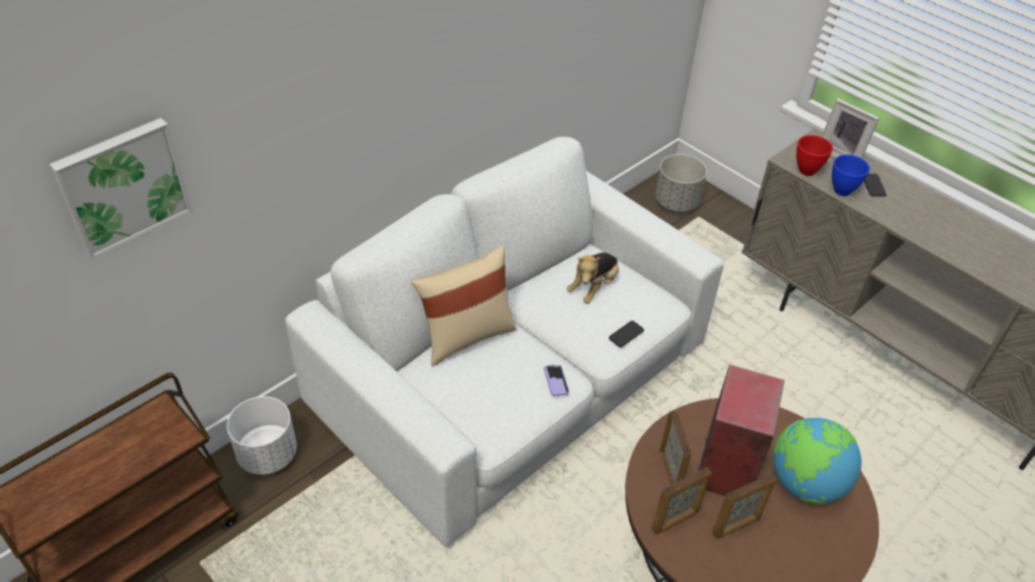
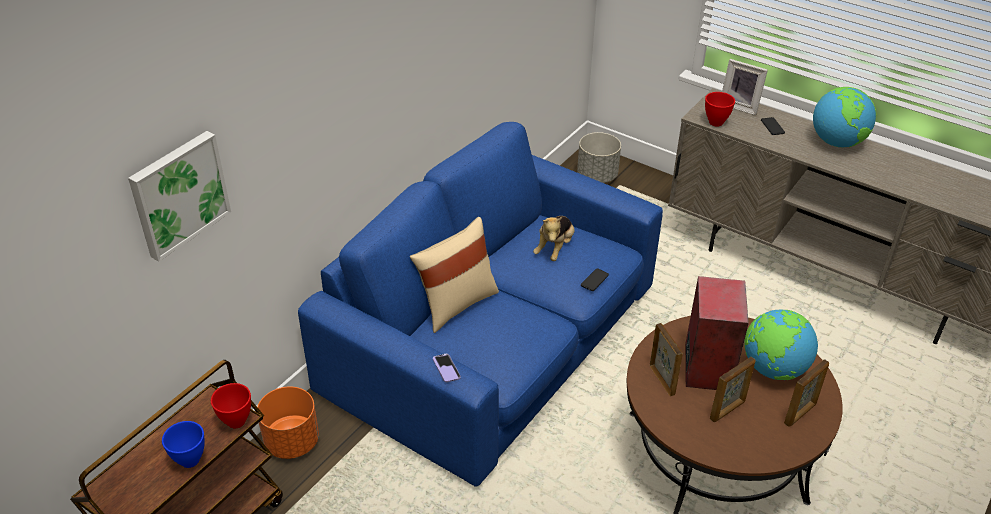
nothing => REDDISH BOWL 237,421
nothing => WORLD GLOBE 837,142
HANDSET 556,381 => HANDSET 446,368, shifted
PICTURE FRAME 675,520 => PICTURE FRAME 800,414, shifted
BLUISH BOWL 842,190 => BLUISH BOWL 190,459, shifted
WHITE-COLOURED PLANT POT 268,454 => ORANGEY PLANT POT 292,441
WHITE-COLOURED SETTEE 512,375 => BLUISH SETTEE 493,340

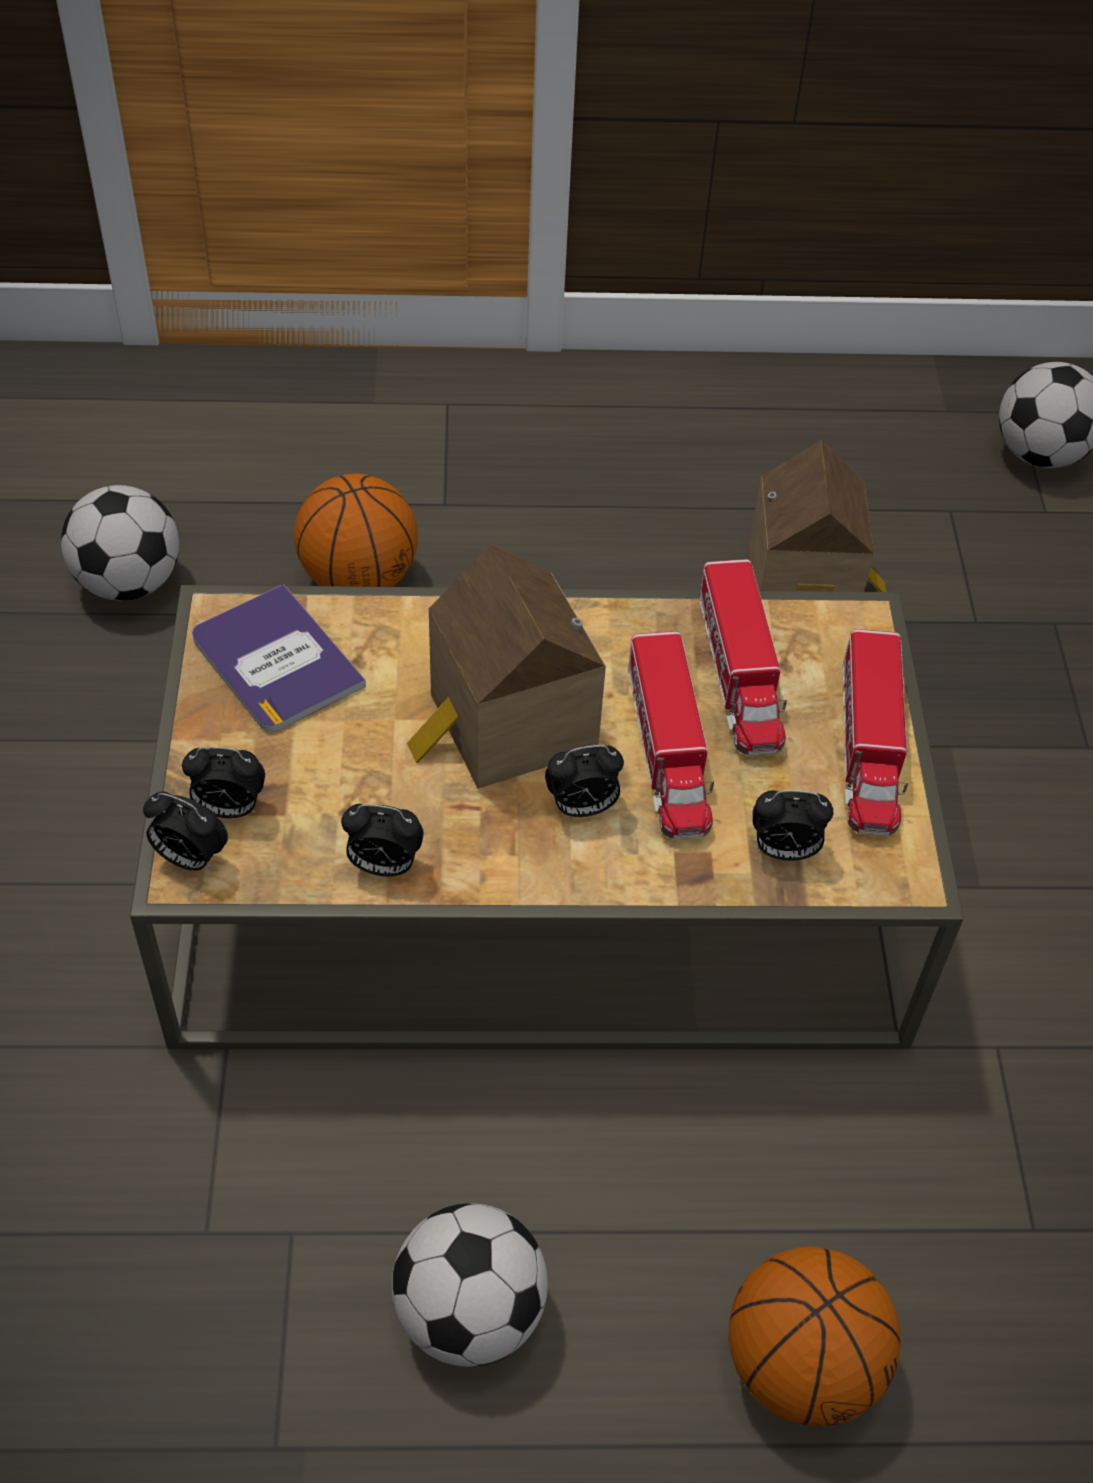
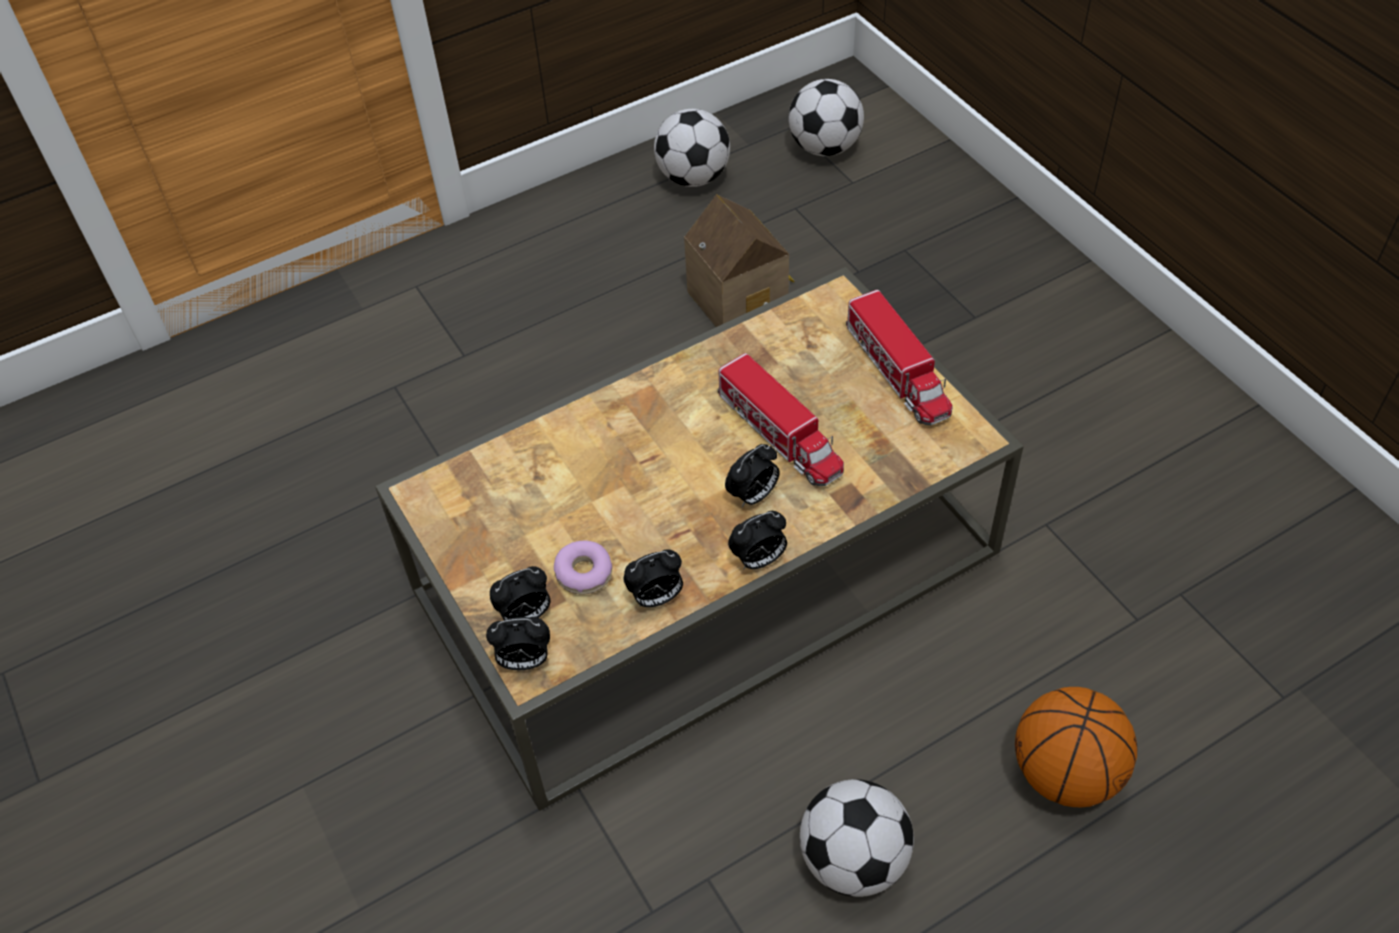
BOUND BOOK 276,661 => nothing
BASKETBALL BALL 359,579 => nothing
TOY HOUSE 505,726 => nothing
TOY LORRY 739,674 => nothing
nothing => DOUGHNUT 584,573
FOOTBALL BALL 129,583 => FOOTBALL BALL 693,177, shifted
BEDSIDE CLOCK 783,850 => BEDSIDE CLOCK 758,560, shifted

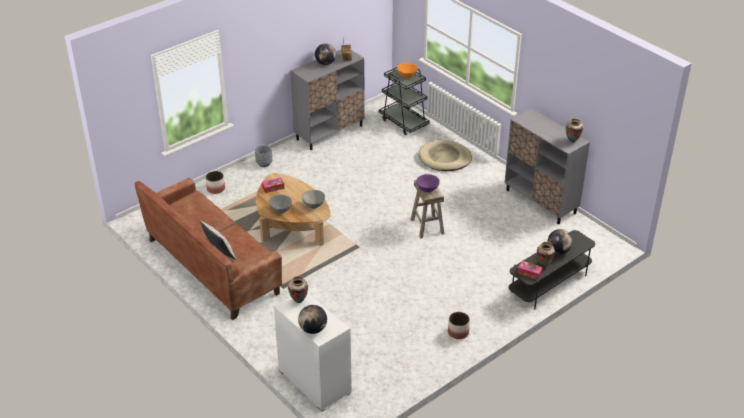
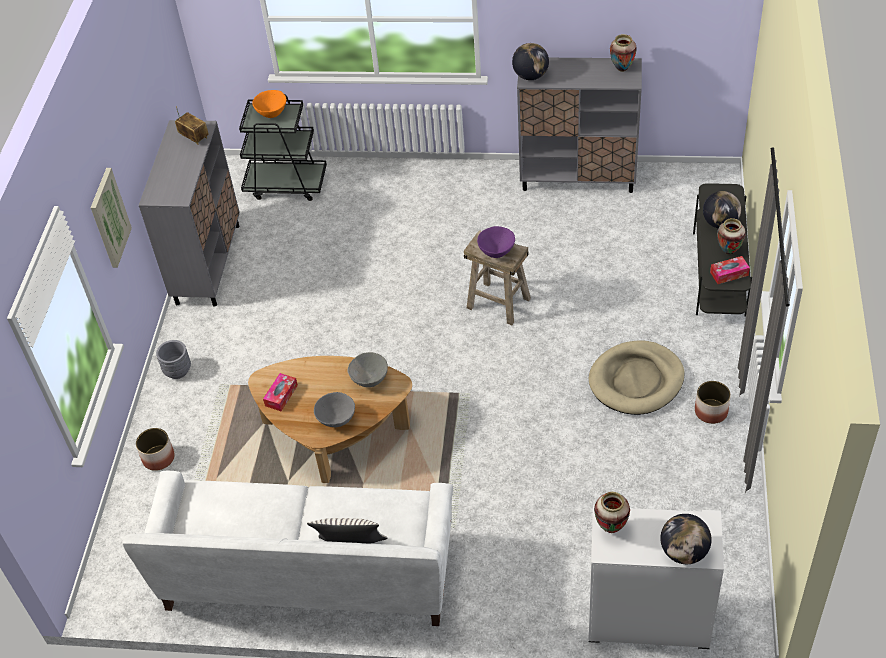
nothing => WALL ART 109,218
WORLD GLOBE 325,63 => WORLD GLOBE 530,76, shifted
SAND-COLOURED PET BED 444,158 => SAND-COLOURED PET BED 636,380, shifted
BROWN-COLOURED SETTEE 212,266 => WHITE-COLOURED SETTEE 309,574

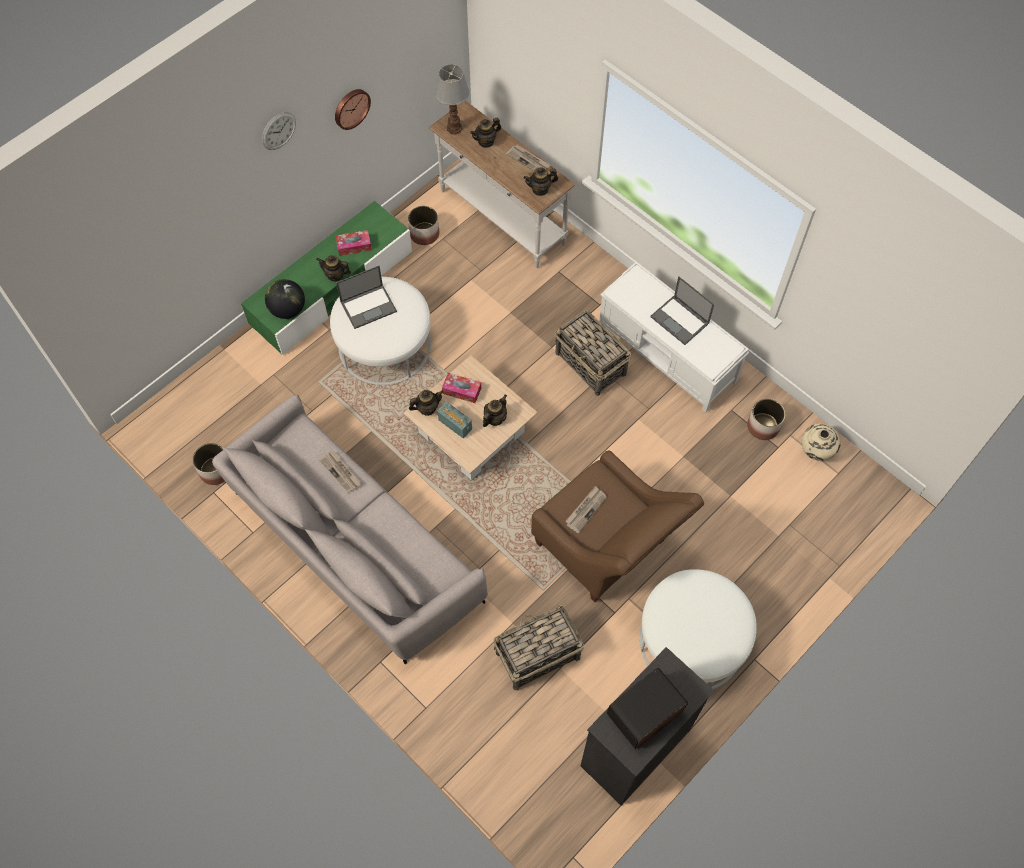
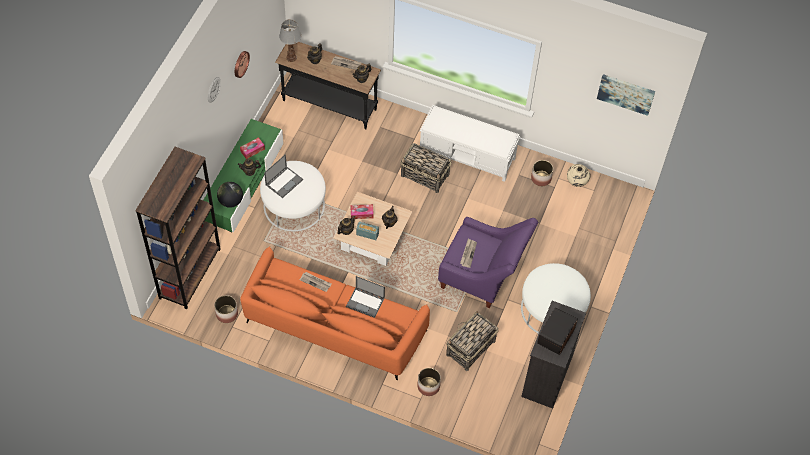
nothing => BROWN-COLOURED SHELVING UNIT 190,273
nothing => WALL ART 626,94
PLANT POT 424,234 => PLANT POT 428,386, shifted
PORTABLE COMPUTER 680,320 => PORTABLE COMPUTER 365,302, shifted
GREYISH SETTEE 352,545 => ORANGEY SETTEE 333,327
WHITE-COLOURED HALL TABLE 501,218 => BLACK-COLOURED HALL TABLE 329,106
BROWN-COLOURED EASY CHAIR 607,549 => PURPLISH EASY CHAIR 483,277

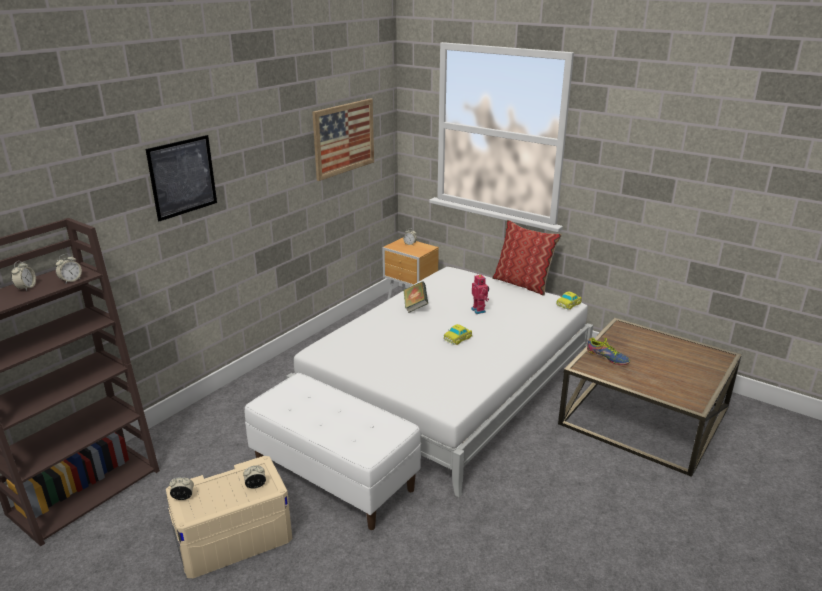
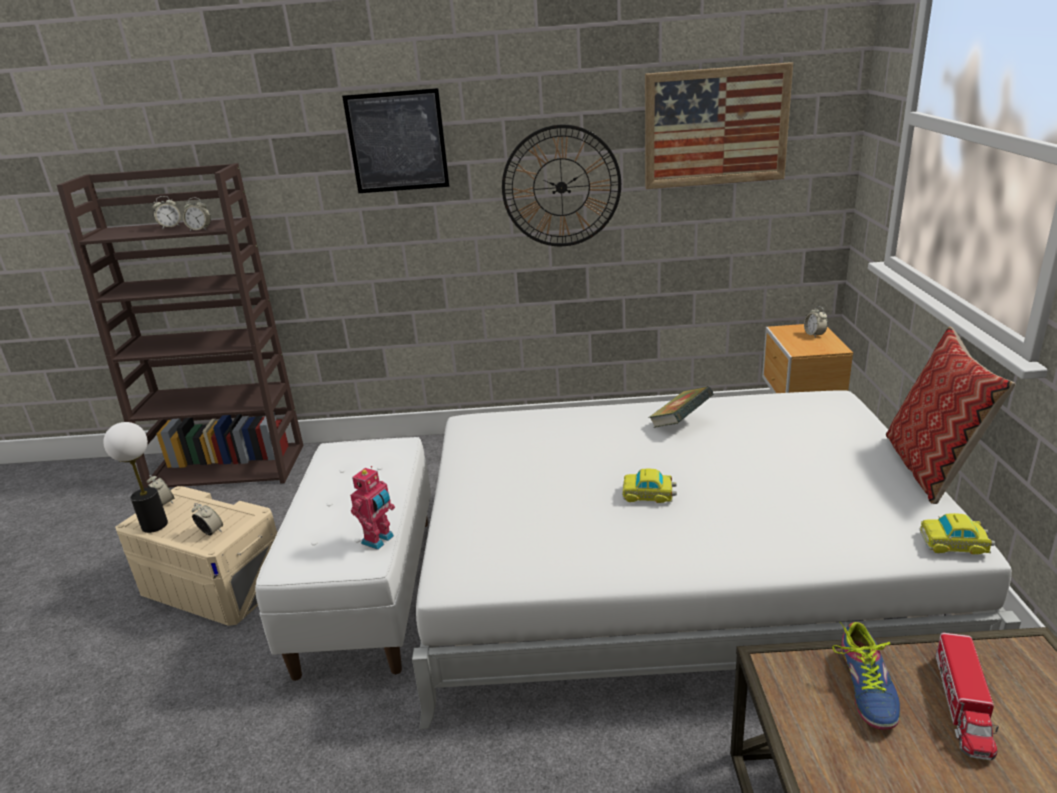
nothing => LAMP FOR A TABLE 154,525
nothing => WALL CLOCK 561,187
nothing => TOY LORRY 962,706
TOY ROBOT 479,310 => TOY ROBOT 379,540, shifted

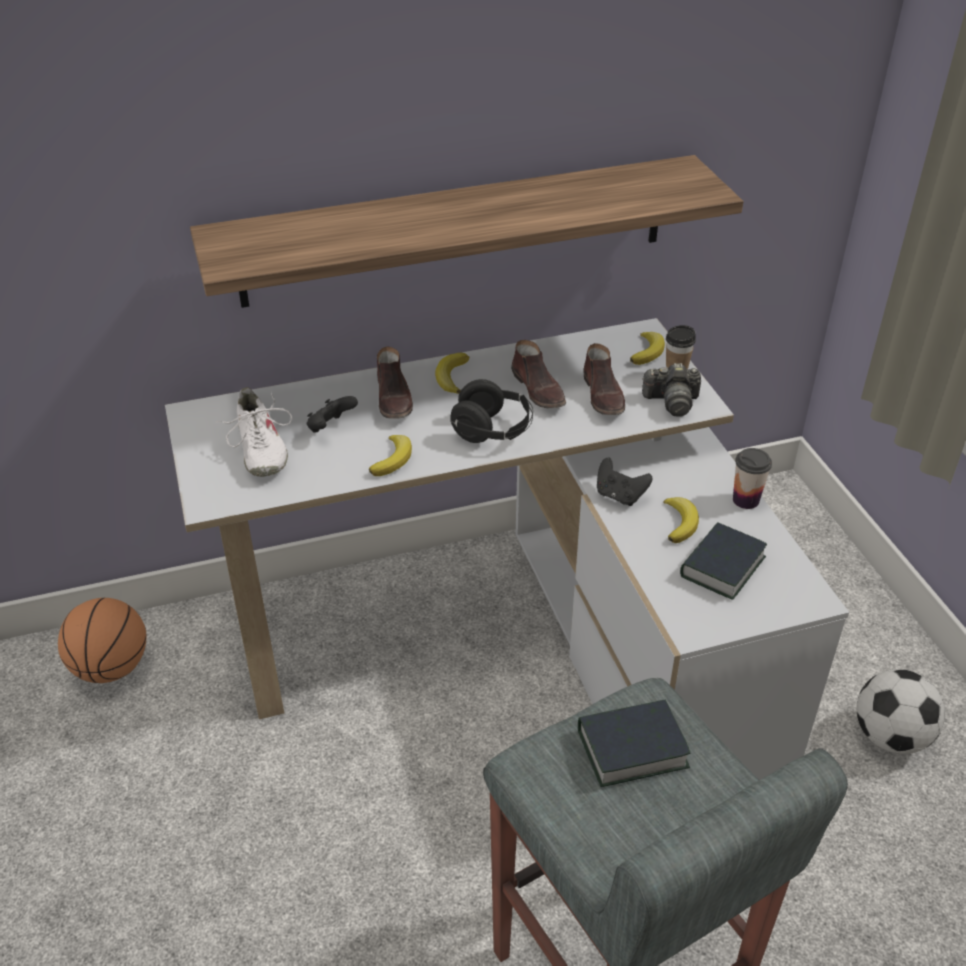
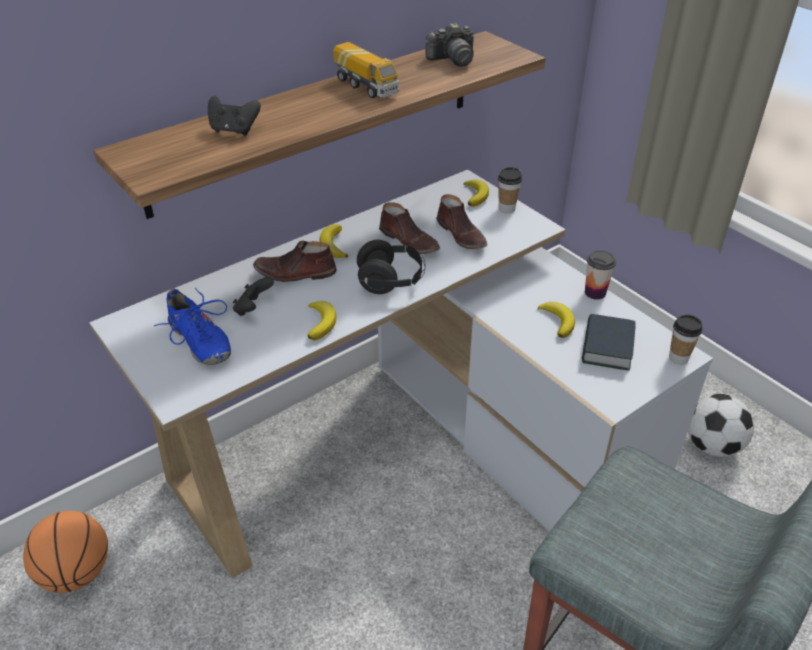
BOUND BOOK 631,748 => nothing
nothing => TOY LORRY 366,87
nothing => DRINKING CUP 678,358
BLACK-COLOURED GAMEPAD 619,496 => BLACK-COLOURED GAMEPAD 234,130, shifted
PHOTO CAMERA 671,402 => PHOTO CAMERA 452,60, shifted
WHITE-COLOURED ITEM OF FOOTWEAR 259,450 => BLUISH ITEM OF FOOTWEAR 199,342
BROWN-COLOURED ITEM OF FOOTWEAR 394,399 => BROWN-COLOURED ITEM OF FOOTWEAR 295,273, 120 degrees clockwise

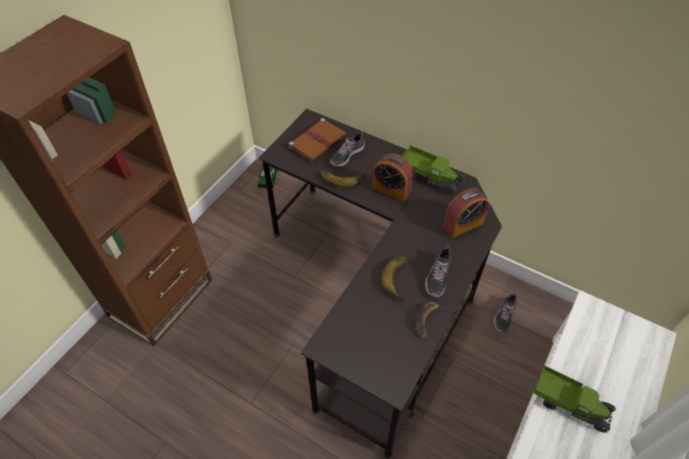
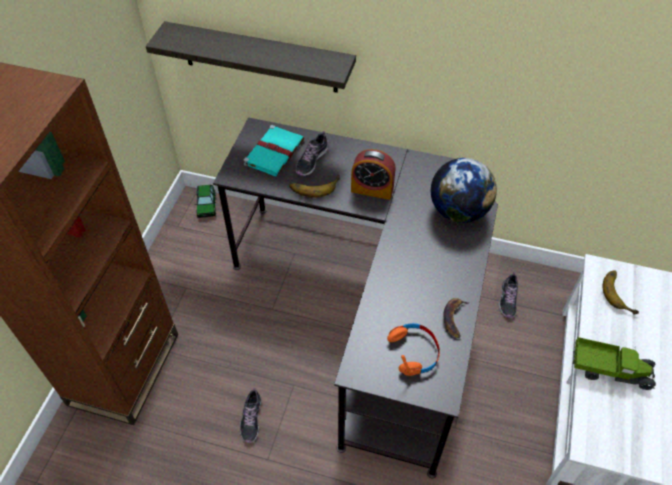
TOY LORRY 430,177 => nothing
nothing => WALL SHELF 259,58
nothing => ORANGEY HEADSET 414,352
WHOLE BANANA 401,279 => WHOLE BANANA 620,293, shifted
ITEM OF FOOTWEAR 438,276 => ITEM OF FOOTWEAR 251,419, shifted
BEDSIDE CLOCK 463,225 => WORLD GLOBE 458,211
BROWN-COLOURED BOUND BOOK 318,141 => TURQUOISE BOUND BOOK 274,152

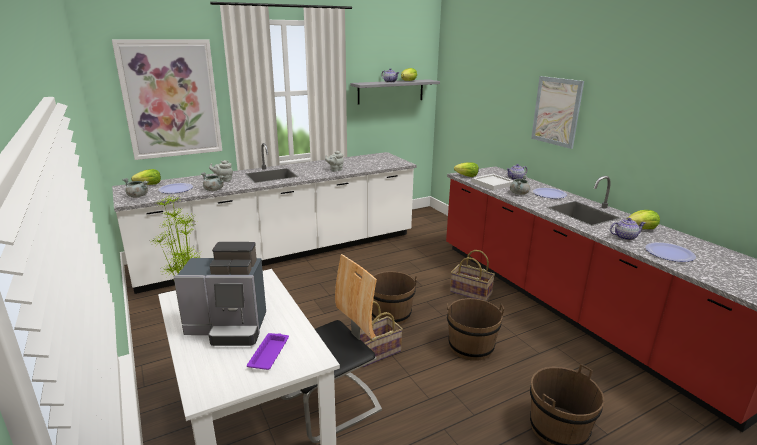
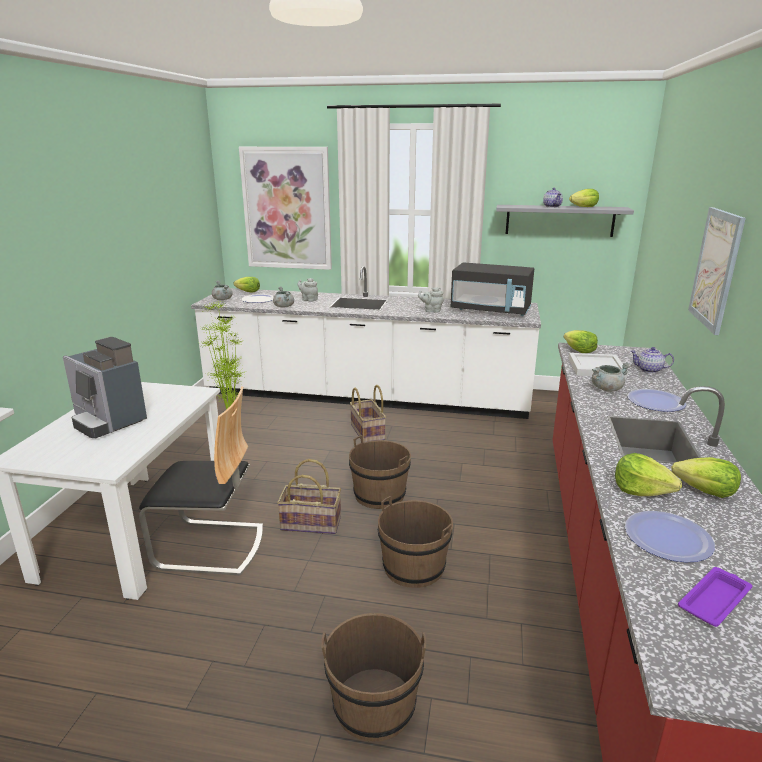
nothing => BLACK-COLOURED KITCHEN MICROWAVE 491,310
PURPLISH SERVING TRAY 269,353 => PURPLISH SERVING TRAY 715,600, shifted
BASKET 470,292 => BASKET 366,432, shifted
POT FOR TEA 624,237 => LETTUCE HEAD 641,490

